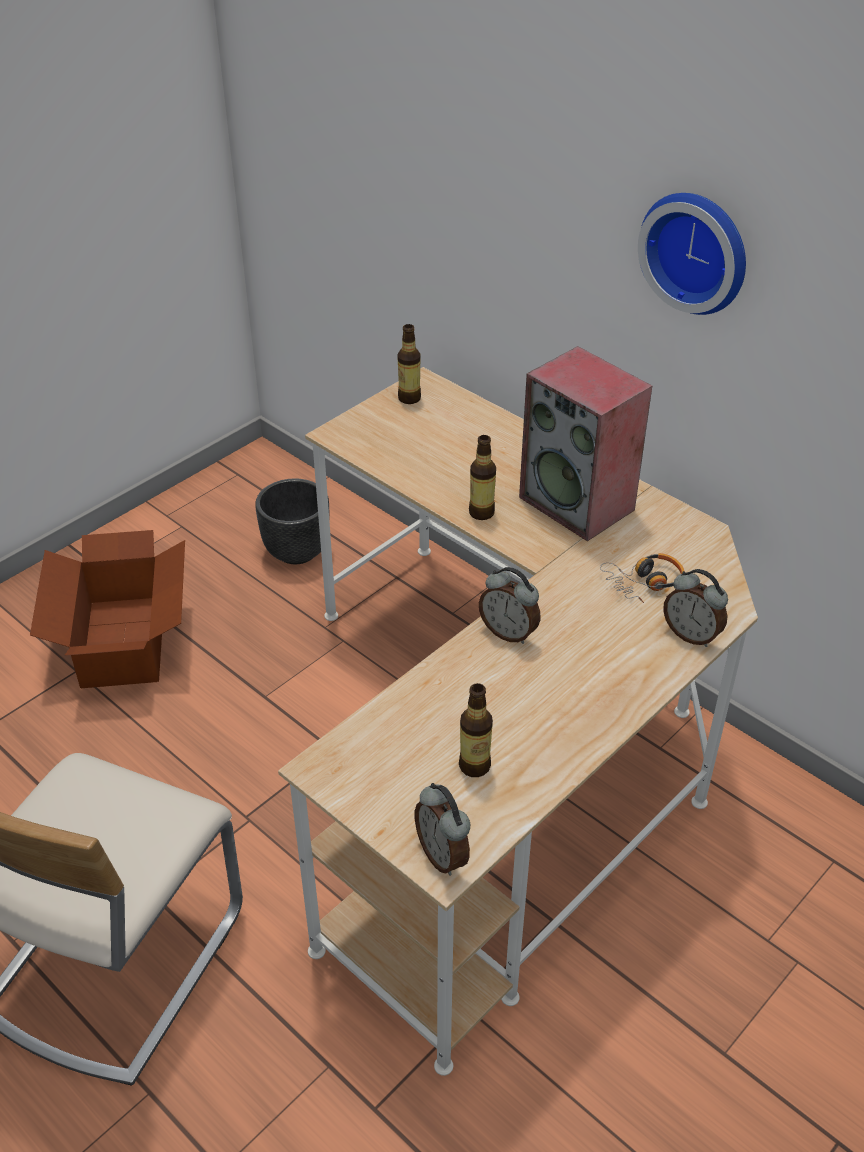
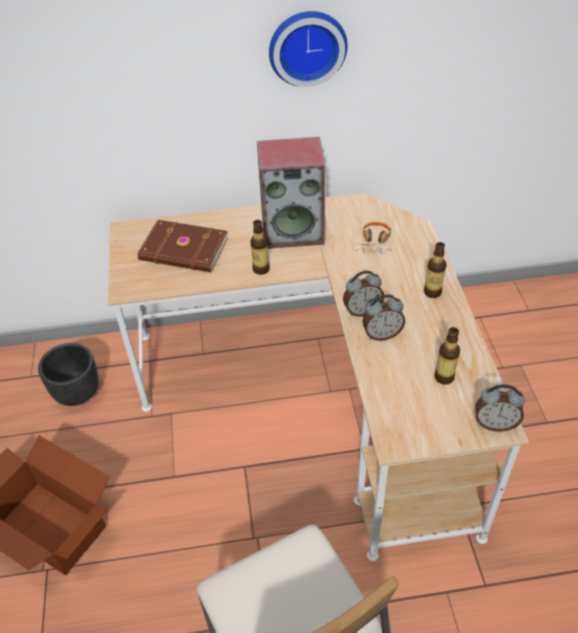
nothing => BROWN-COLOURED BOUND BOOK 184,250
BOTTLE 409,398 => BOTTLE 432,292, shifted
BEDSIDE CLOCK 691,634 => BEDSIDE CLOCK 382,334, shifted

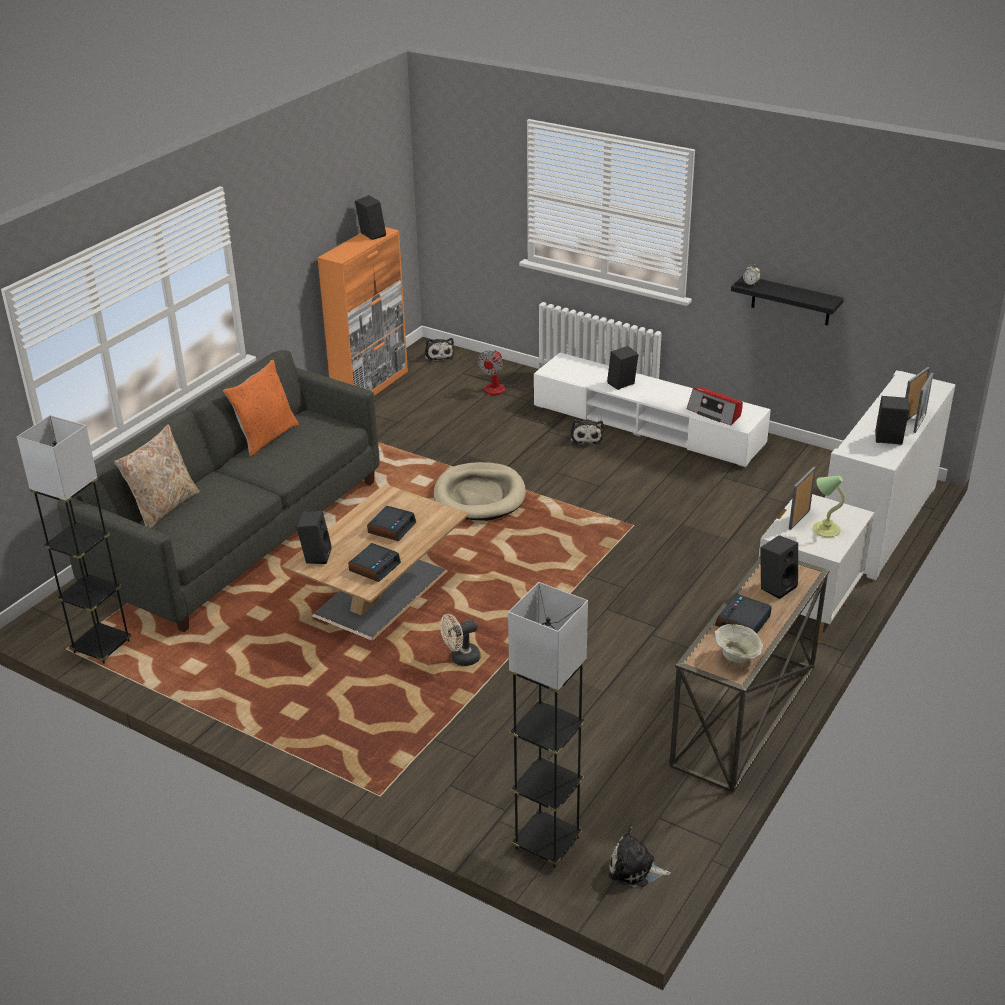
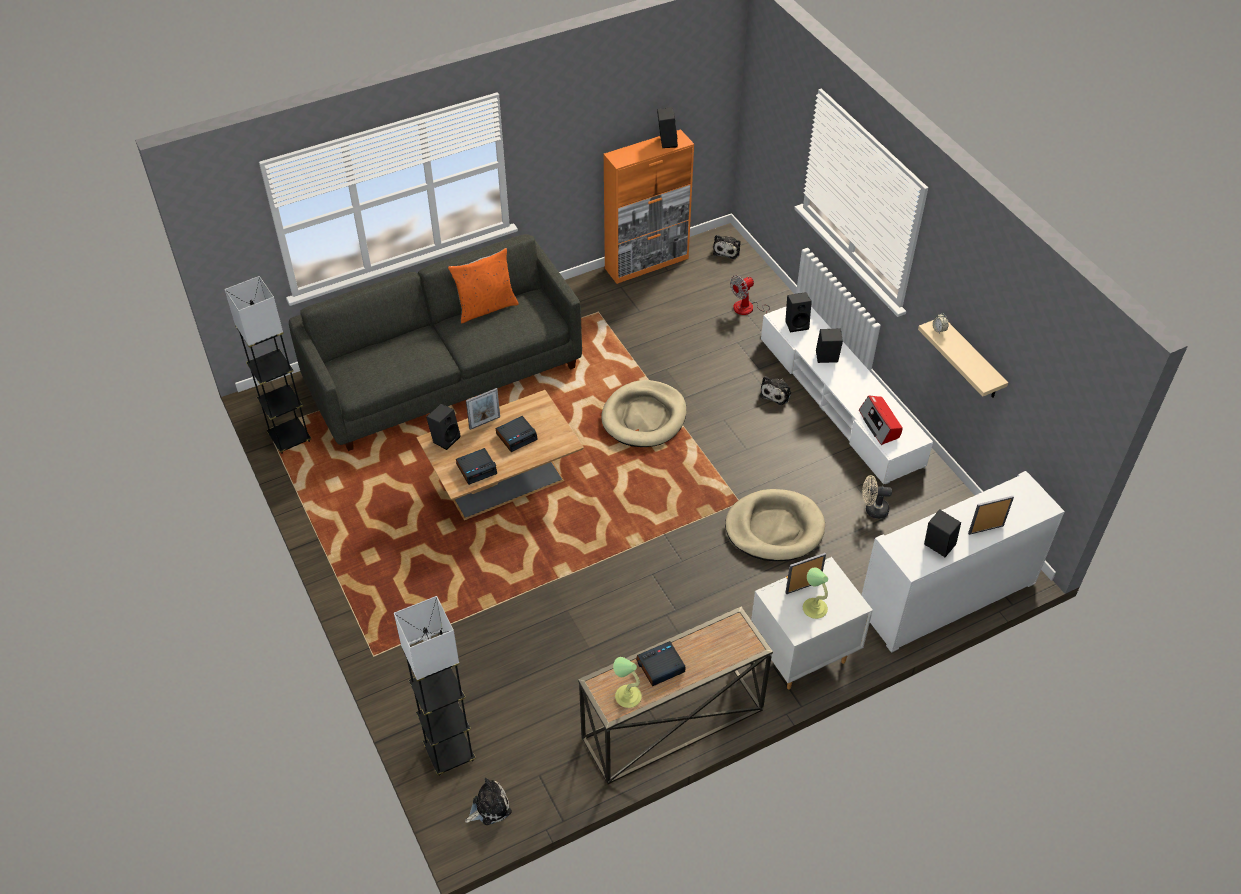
SAND-COLOURED PILLOW 163,507 => nothing
nothing => SAND-COLOURED PET BED 774,528
SAND-COLOURED ELECTRIC FAN 461,659 => SAND-COLOURED ELECTRIC FAN 872,510, shifted
BLACK-COLOURED SPEAKER 776,586 => BLACK-COLOURED SPEAKER 797,324, shifted
PICTURE FRAME 919,423 => PICTURE FRAME 484,423, shifted
SAND-COLOURED BOWL 737,656 => LAMP FOR A TABLE 627,696
BLACK-COLOURED WALL SHELF 791,301 => SAND-COLOURED WALL SHELF 971,360
SOFT TOY 635,869 => SOFT TOY 489,807, 105 degrees clockwise

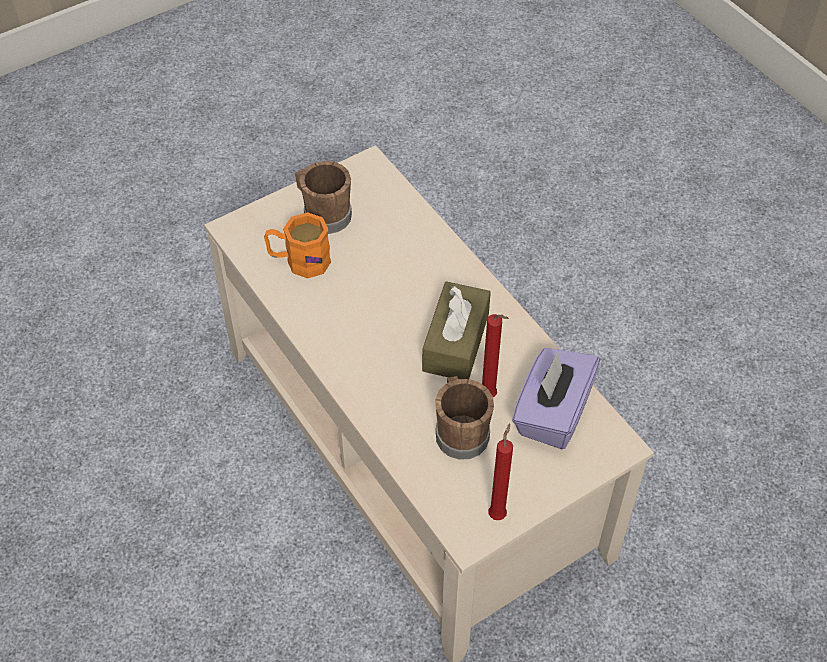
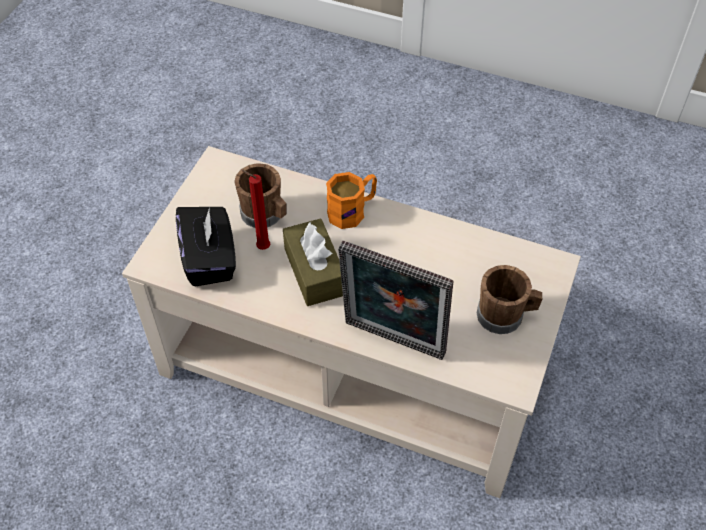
REDDISH WAX CANDLE 498,513 => nothing
nothing => PICTURE FRAME 392,343
ORANGEY MUG 299,261 => ORANGEY MUG 352,210, shifted
PURPLISH BOX OF TISSUES 552,413 => BLACK-COLOURED BOX OF TISSUES 210,259

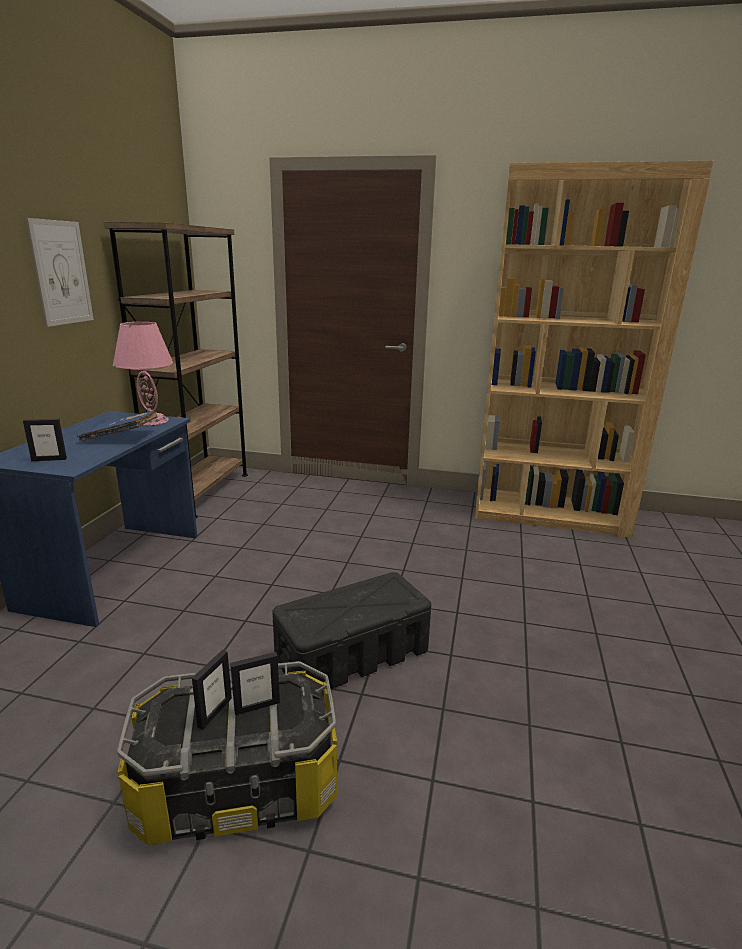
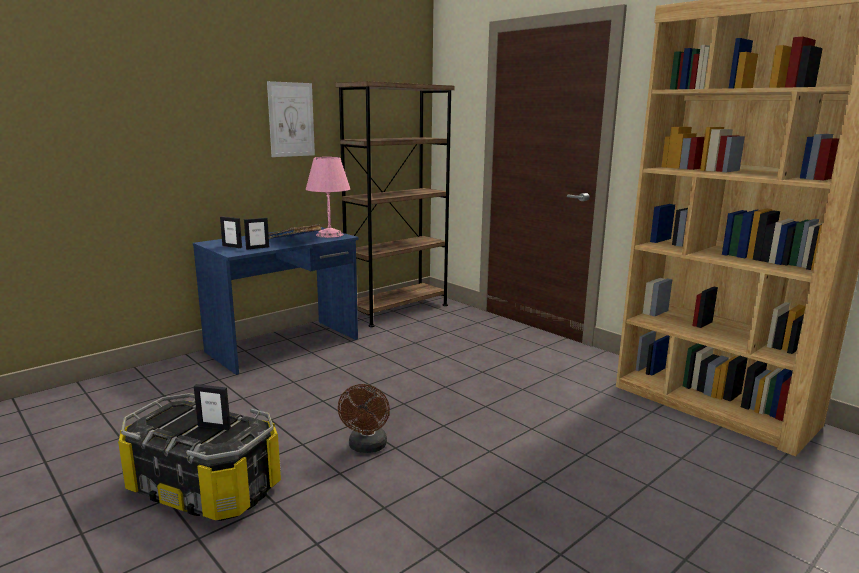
PICTURE FRAME 214,712 => PICTURE FRAME 257,248, shifted
BLACK-COLOURED STORAGE CONTAINER 353,654 => BROWN-COLOURED ELECTRIC FAN 367,447

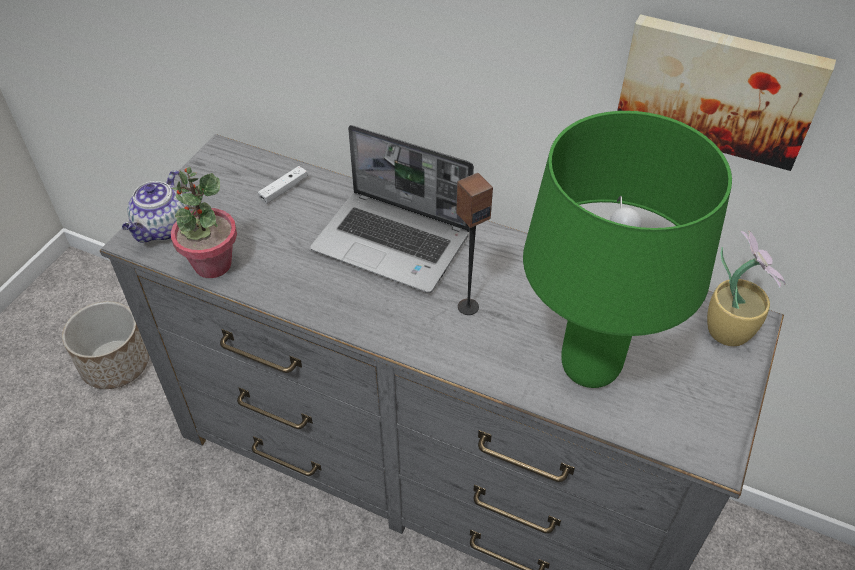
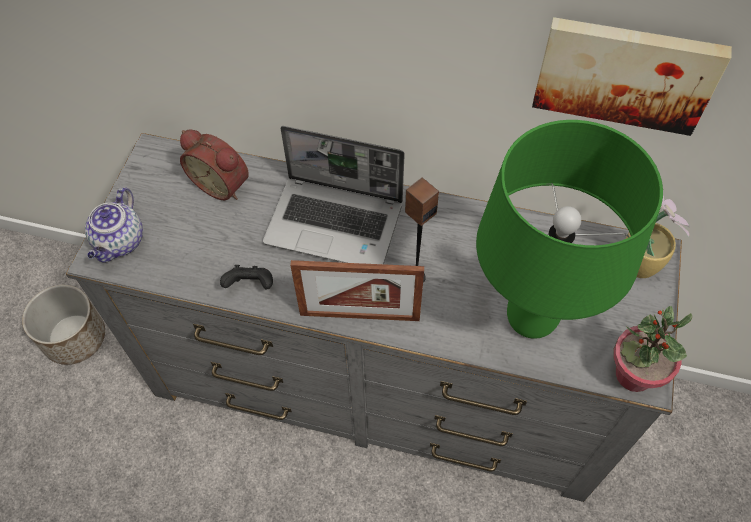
nothing => BLACK-COLOURED GAMEPAD 250,285
nothing => PICTURE FRAME 359,316
PLANT IN A POT 212,264 => PLANT IN A POT 633,374, shifted
WHITE-COLOURED GAMEPAD 284,189 => BEDSIDE CLOCK 222,183

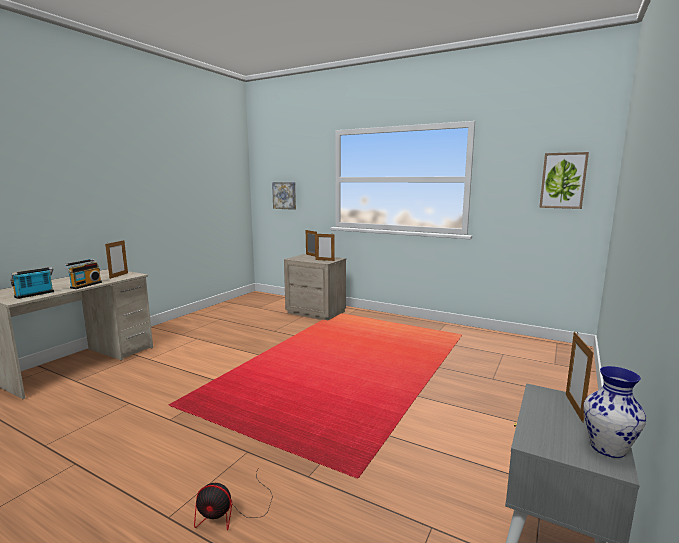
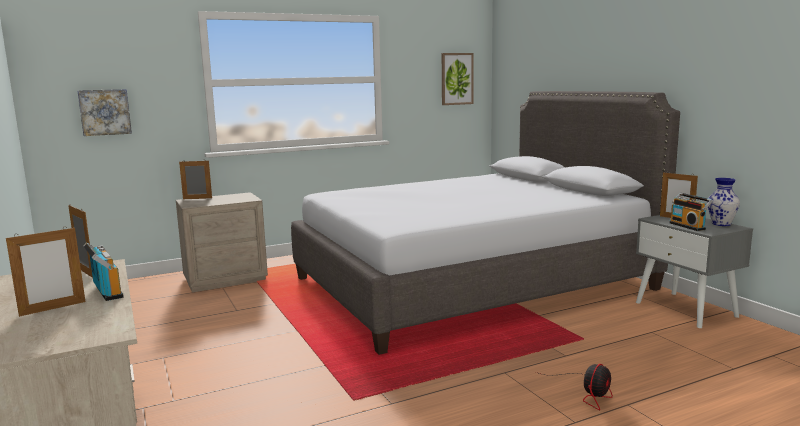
nothing => GREYISH BED 471,283
RADIO SET 35,295 => RADIO SET 688,226, shifted
PICTURE FRAME 325,260 => PICTURE FRAME 53,308, shifted

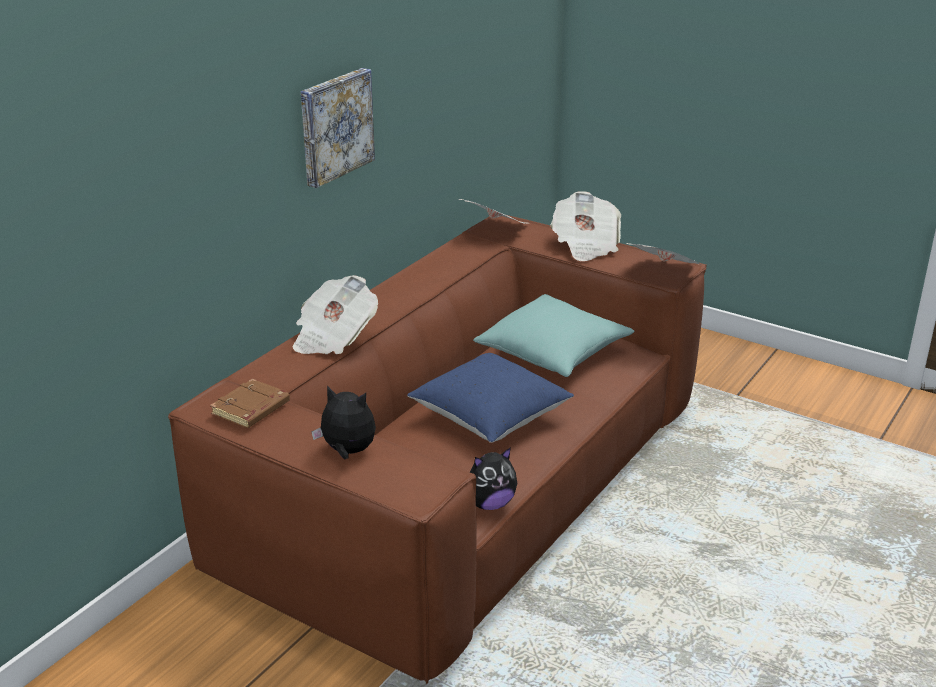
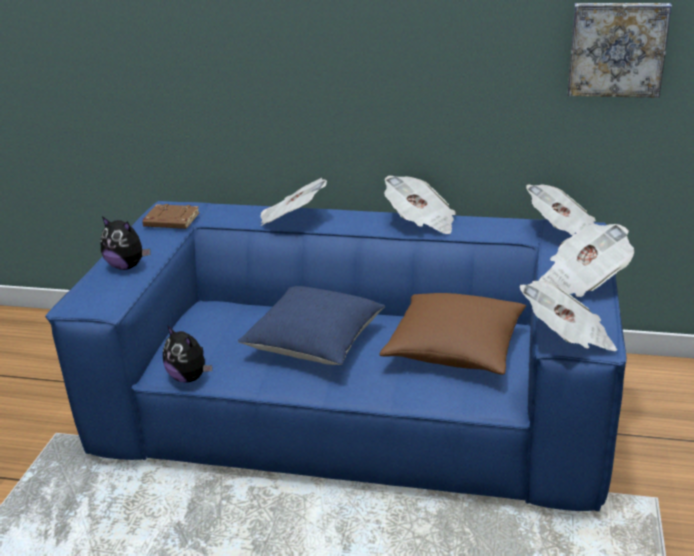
nothing => DAILY PAPER 421,222
WALL ART 334,126 => WALL ART 617,49, shifted
BROWN-COLOURED SETTEE 468,483 => BLUISH SETTEE 354,408
TURQUOISE PILLOW 553,353 => BROWN-COLOURED PILLOW 455,349
SOFT TOY 347,452 => SOFT TOY 127,266, 120 degrees clockwise

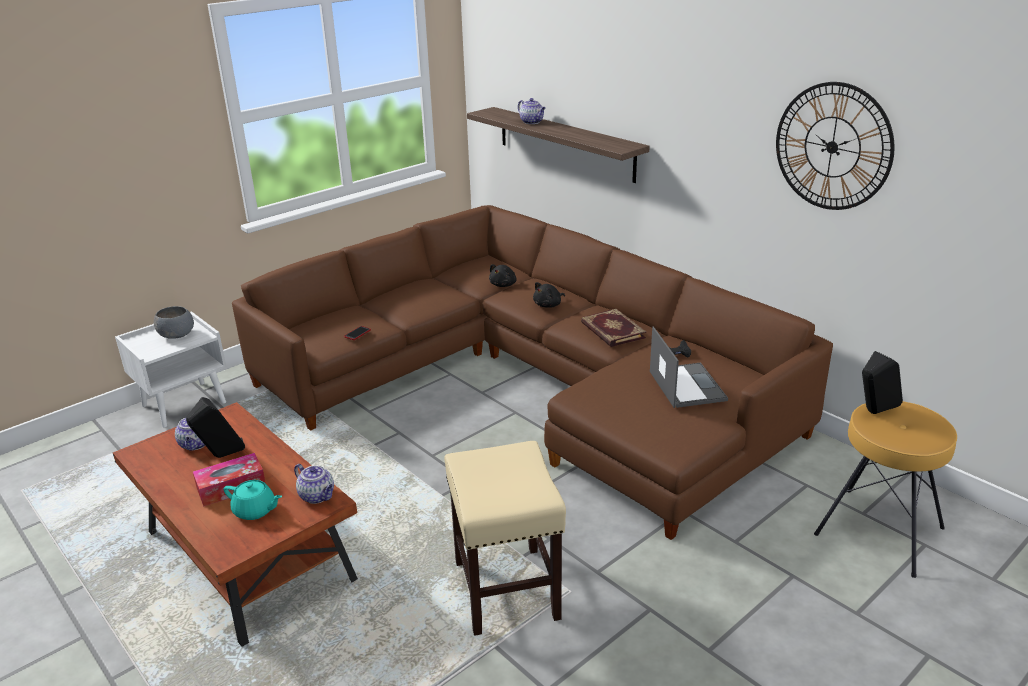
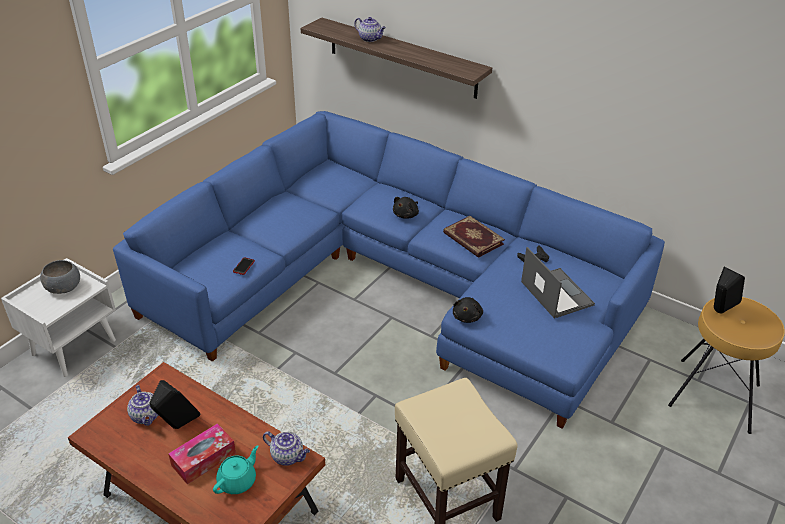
WALL CLOCK 832,147 => nothing
BLACK-COLOURED SOFT TOY 504,285 => BLACK-COLOURED SOFT TOY 467,316, shifted
BROWN-COLOURED SETTEE 532,383 => BLUISH SETTEE 395,284
TURQUOISE POT FOR TEA 255,510 => TURQUOISE POT FOR TEA 238,481, 60 degrees counterclockwise

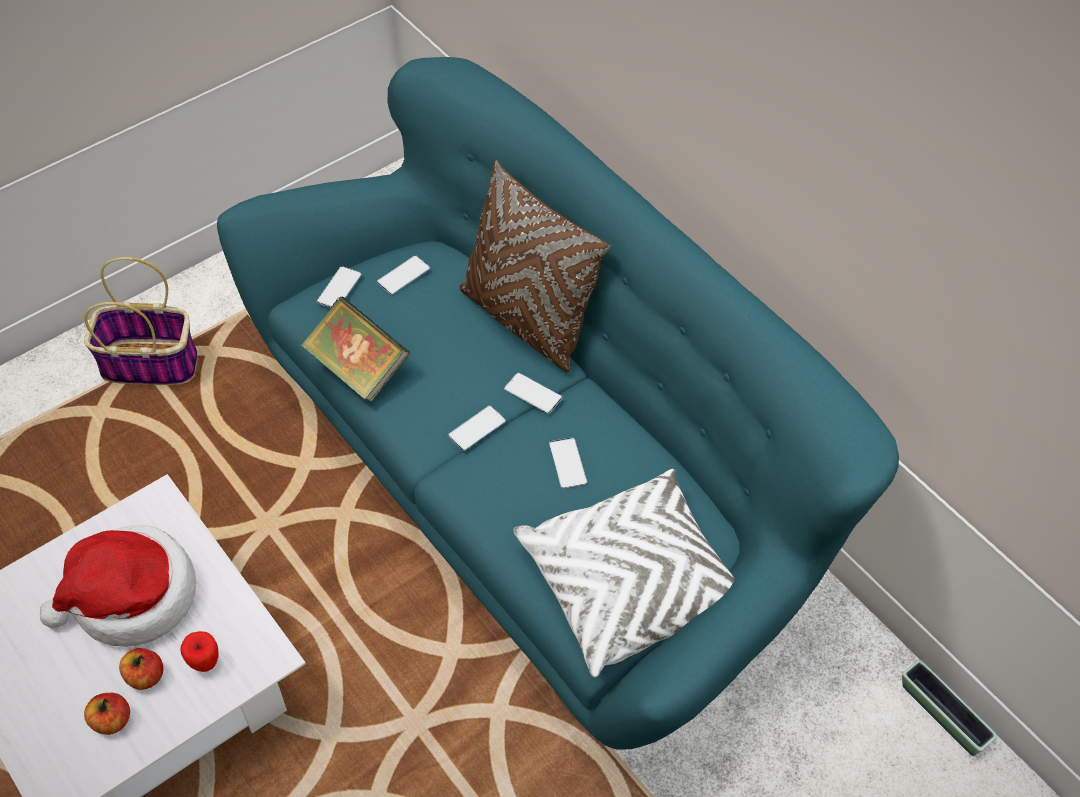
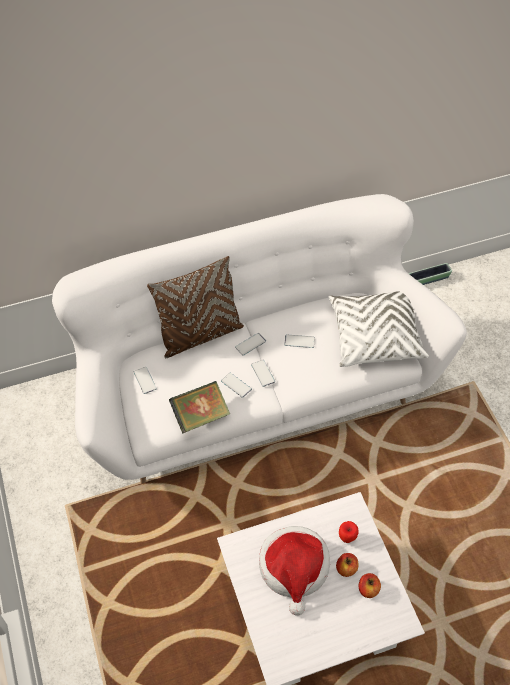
BASKET 152,364 => nothing
HANDSET 339,288 => HANDSET 236,385, shifted
TURQUOISE SETTEE 539,488 => WHITE-COLOURED SETTEE 256,391

